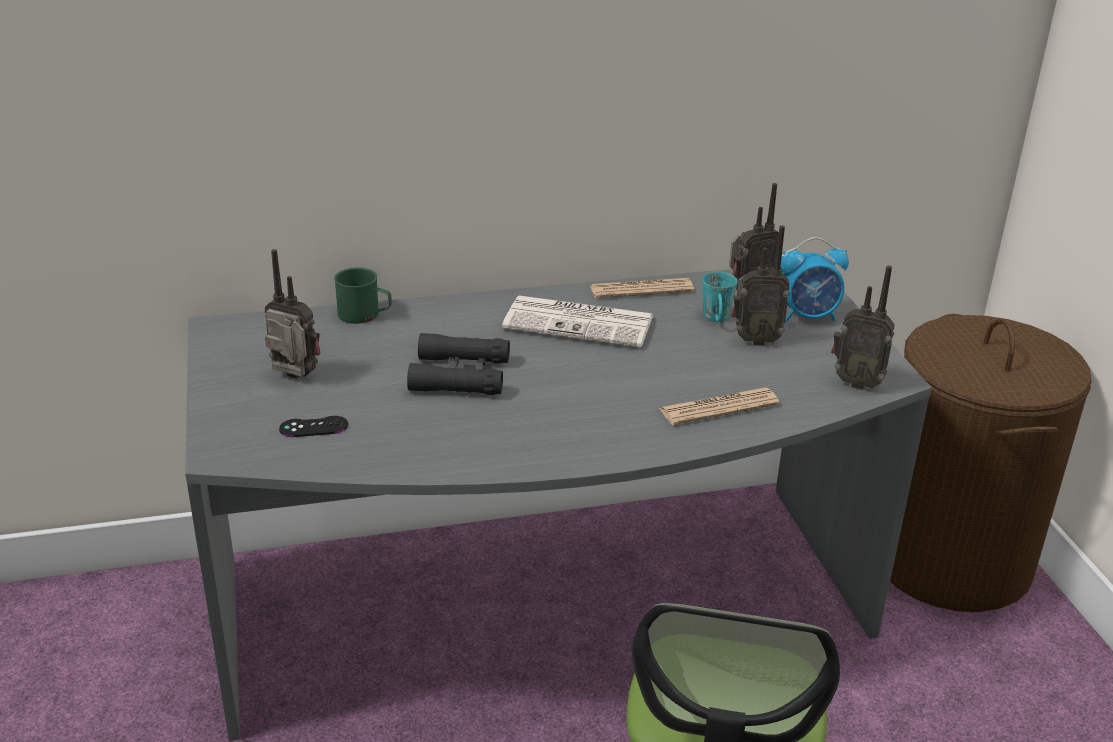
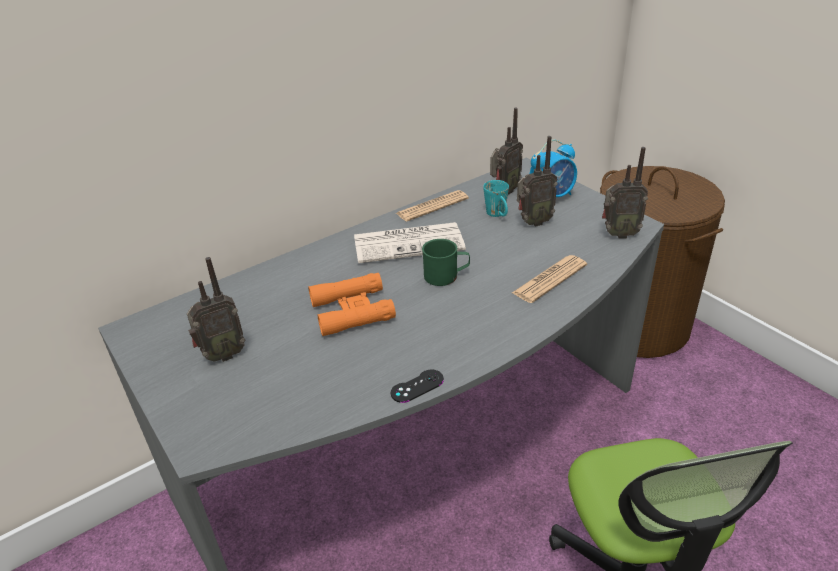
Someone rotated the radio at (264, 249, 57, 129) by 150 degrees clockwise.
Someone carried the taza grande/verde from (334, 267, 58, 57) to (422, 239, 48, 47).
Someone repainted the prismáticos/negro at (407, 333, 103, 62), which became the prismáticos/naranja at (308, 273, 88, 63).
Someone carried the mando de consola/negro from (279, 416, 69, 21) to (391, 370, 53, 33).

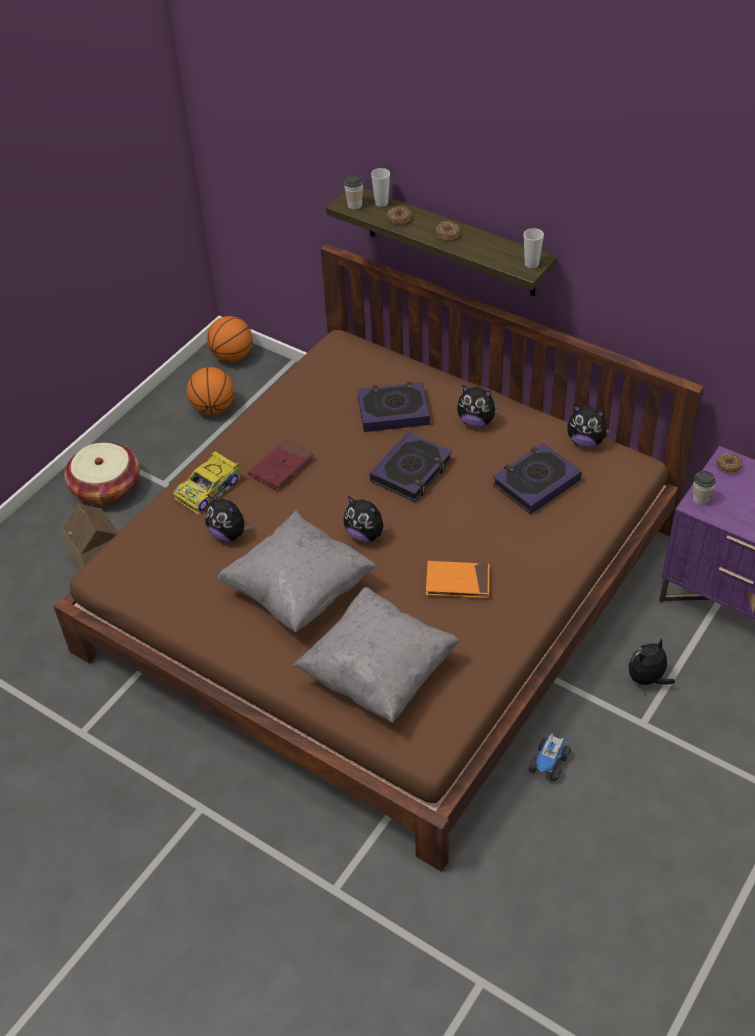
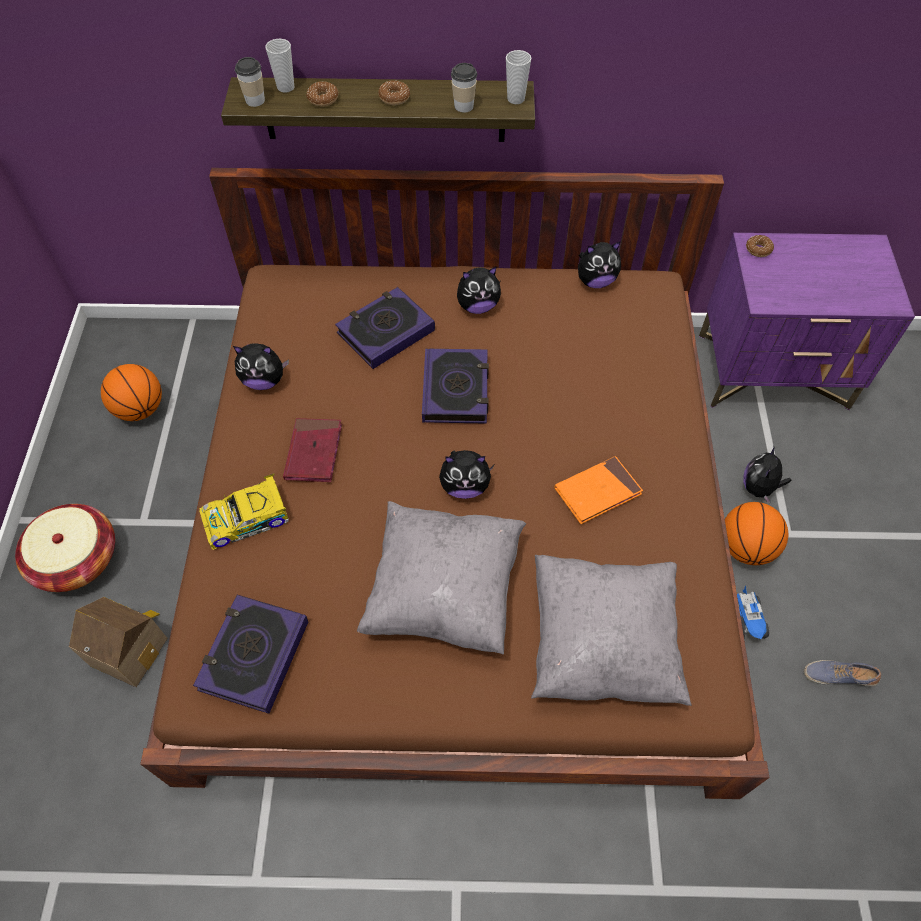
Someone carried the balón de baloncesto from (207, 316, 46, 46) to (725, 502, 63, 63).
Someone carried the libro from (492, 443, 90, 71) to (193, 595, 115, 119).
Someone rotated the coche de juguete at (173, 449, 67, 65) by 60 degrees clockwise.
Someone carried the taza from (693, 471, 23, 34) to (451, 63, 26, 50).
Someone carried the peluche from (206, 495, 46, 47) to (233, 343, 56, 47).
Someone put down the zapato at (804, 660, 77, 27).

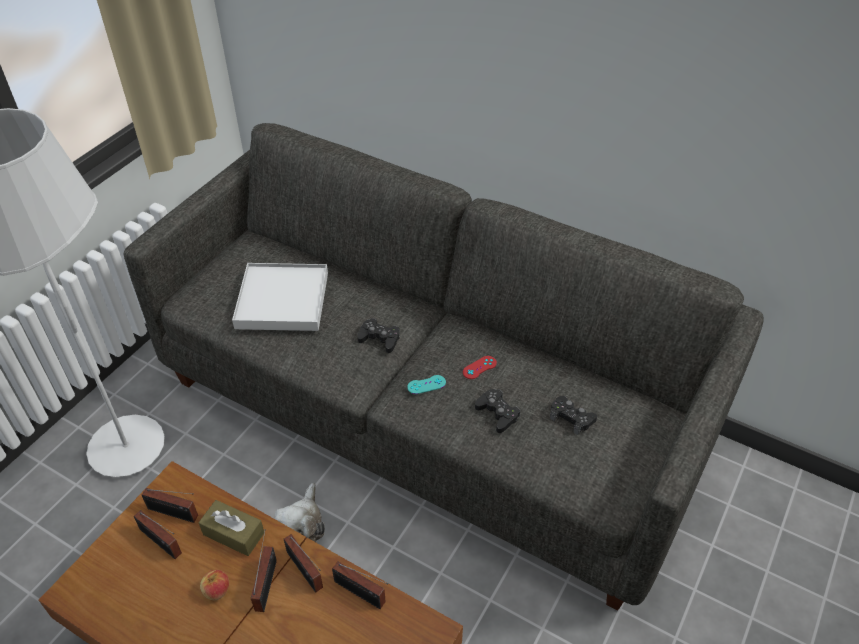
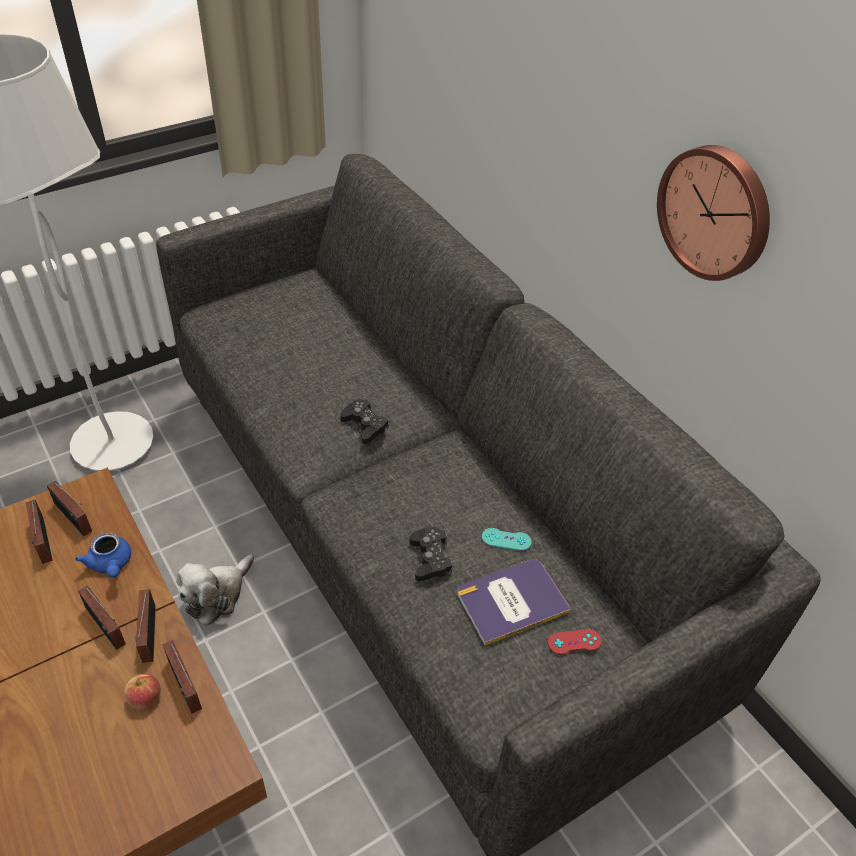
Someone took away the bandeja/blanco at (232, 263, 96, 68).
Someone carried the mando de consola/rojo from (463, 356, 34, 23) to (548, 629, 54, 26).
Someone carried the mando de consola/turquesa from (407, 375, 39, 19) to (482, 528, 50, 23).
Someone swapped the mando de consola/negro at (550, 396, 47, 39) for the libro at (457, 559, 114, 87).
Someone swapped the caja de pañuelos/marrón at (198, 500, 66, 56) for the tetera/azul at (75, 533, 56, 45).
Someone rotated the radio at (251, 529, 26, 83) by 105 degrees clockwise.
Someone carried the manzana from (200, 570, 29, 30) to (125, 673, 36, 37).
Someone put up the reloj de pared at (657, 145, 113, 136).

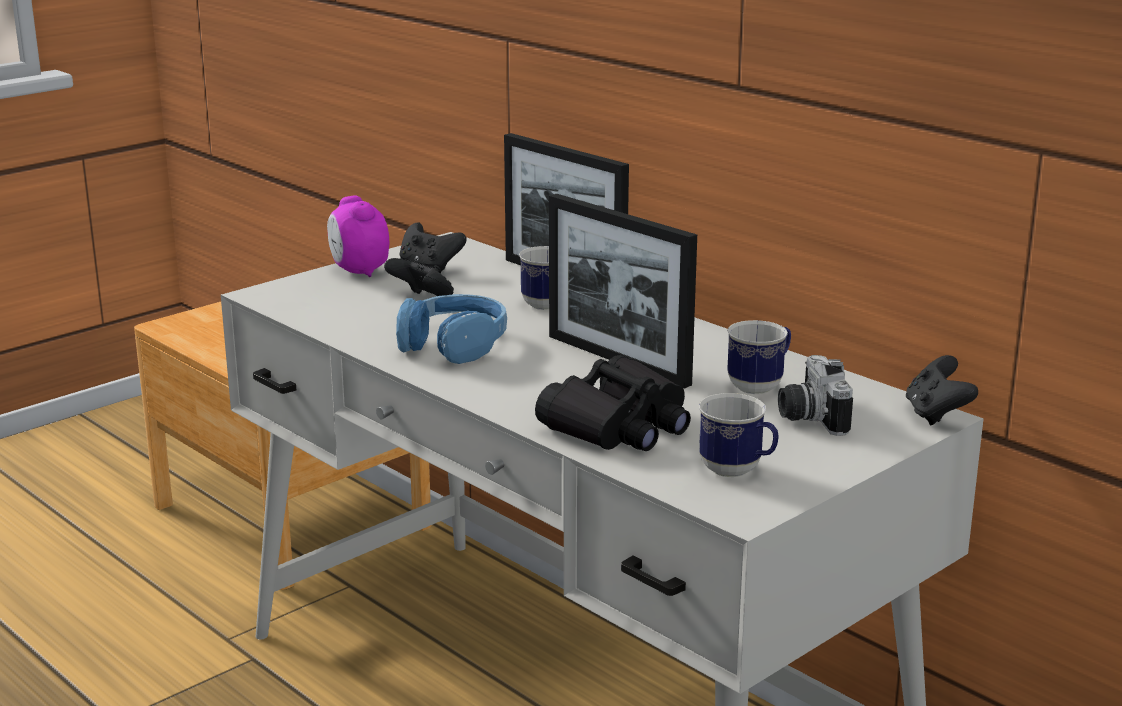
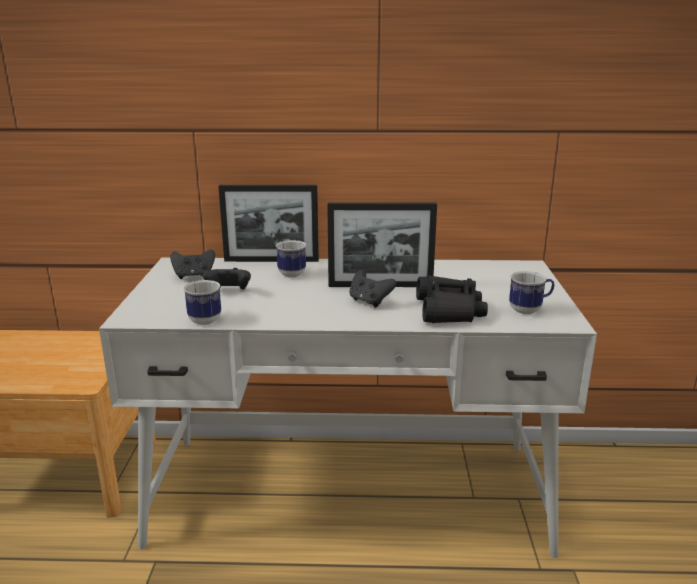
Someone took away the despertador at (327, 196, 62, 81).
Someone took away the auriculares/azul at (396, 294, 111, 70).
Someone carried the taza grande from (727, 320, 64, 74) to (183, 280, 38, 45).
Someone took away the cámara at (778, 355, 75, 81).
Someone carried the mando de consola/negro from (906, 355, 72, 70) to (349, 270, 47, 37).

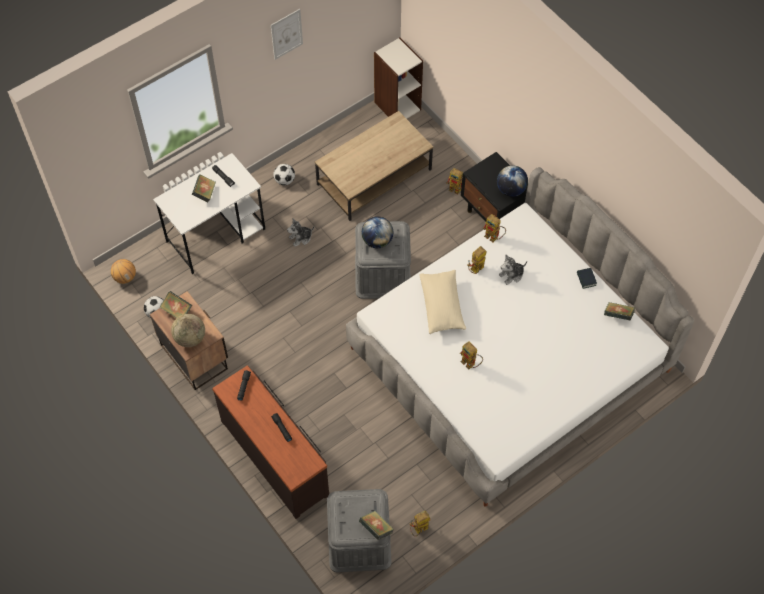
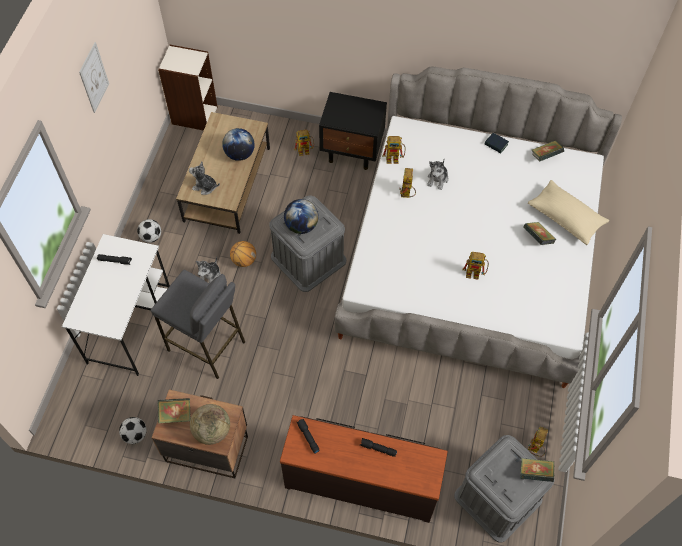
Someone carried the globo terráqueo from (497, 165, 31, 32) to (222, 128, 33, 33).
Someone carried the libro from (192, 174, 24, 28) to (523, 222, 33, 23).
Someone carried the balón de baloncesto from (111, 259, 25, 25) to (230, 241, 26, 26).
Someone carried the cojín/beis from (419, 270, 47, 64) to (528, 180, 82, 65).
Someone put down the peluche at (189, 162, 31, 33).
Someone put down the taburete/gris at (151, 270, 94, 109).

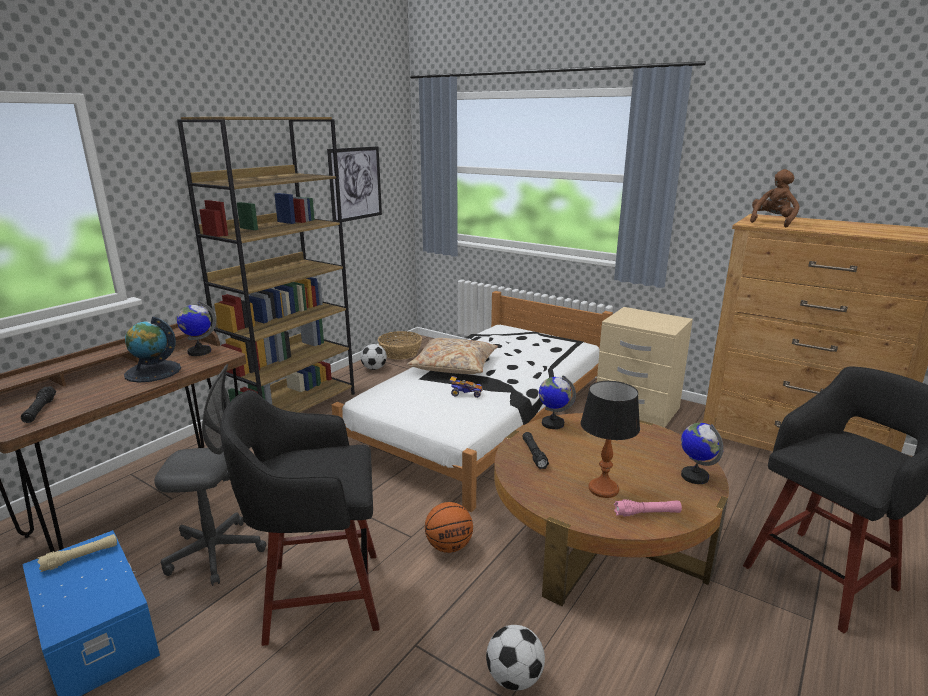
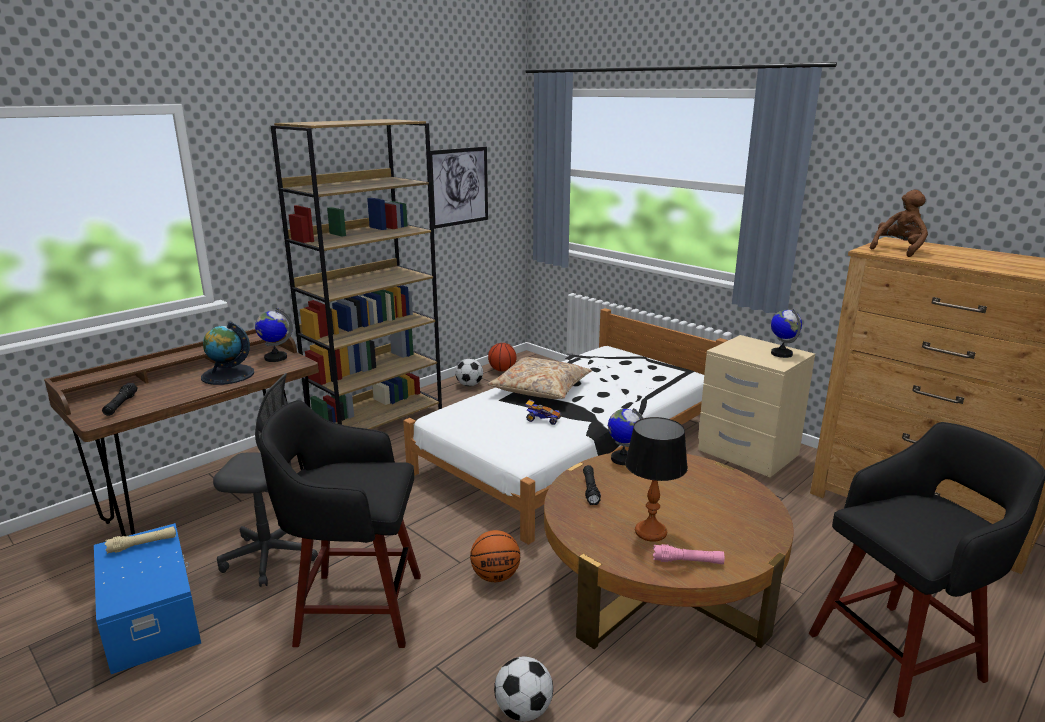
Someone swapped the cesta at (378, 331, 44, 29) for the balón de baloncesto at (488, 343, 28, 28).
Someone carried the globo terráqueo from (681, 423, 42, 61) to (771, 309, 31, 49).

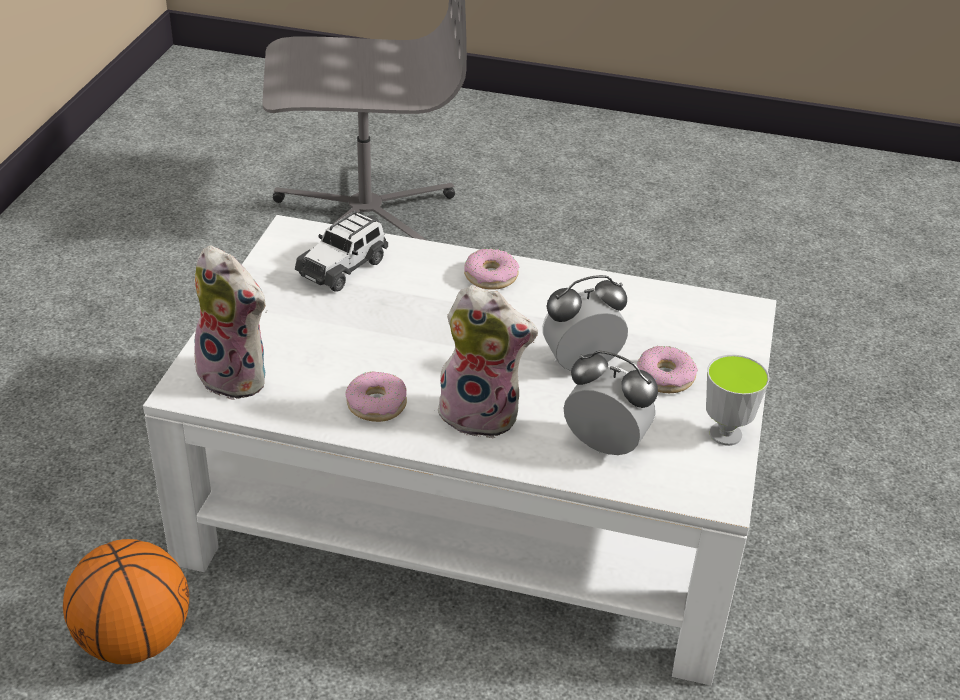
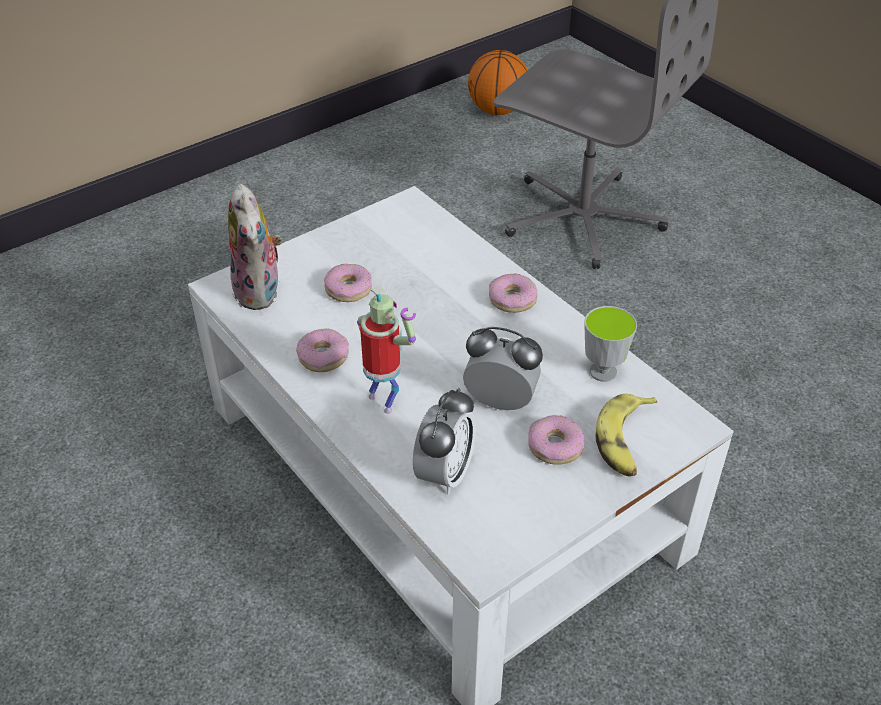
Someone took away the coche de juguete at (295, 211, 93, 81).
Someone swapped the peluche at (438, 285, 100, 154) for the robot de juguete at (357, 285, 59, 129).
Someone rotated the despertador at (564, 351, 94, 104) by 45 degrees clockwise.
Someone carried the taza from (706, 355, 64, 91) to (584, 306, 53, 76).
Someone carried the balón de baloncesto from (63, 539, 126, 125) to (468, 50, 60, 65).
Someone put down the rosquilla at (324, 264, 48, 38).
Someone put down the plátano at (596, 394, 61, 83).

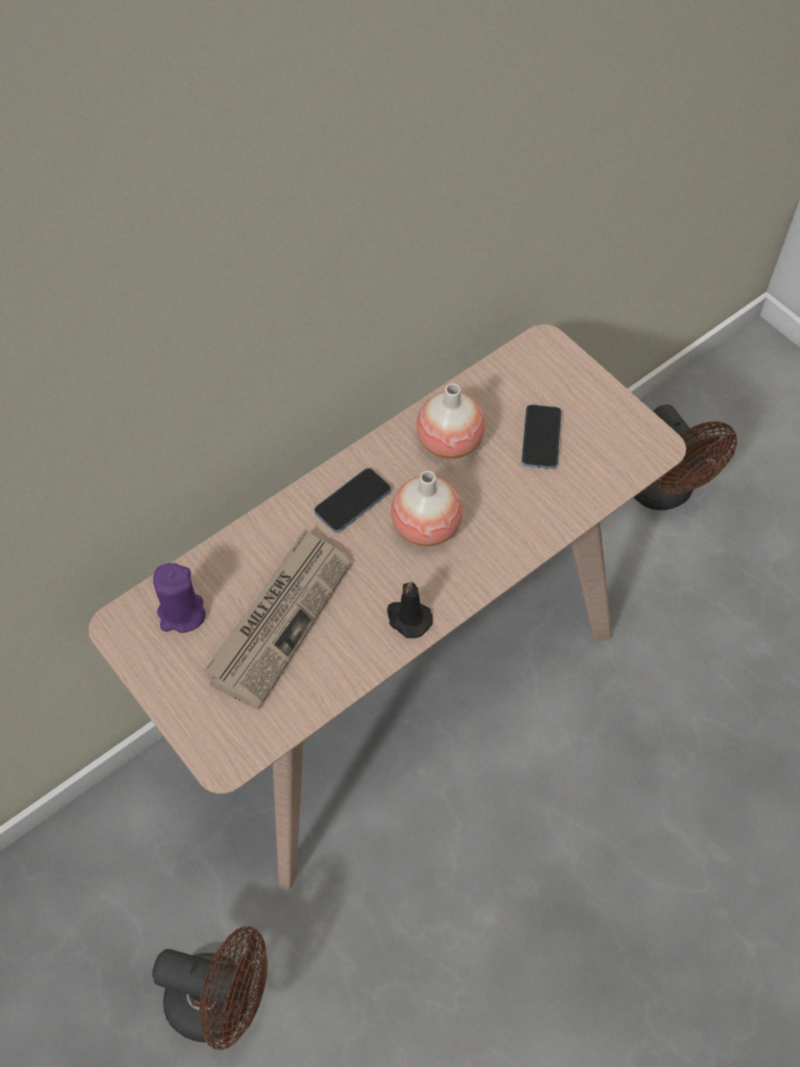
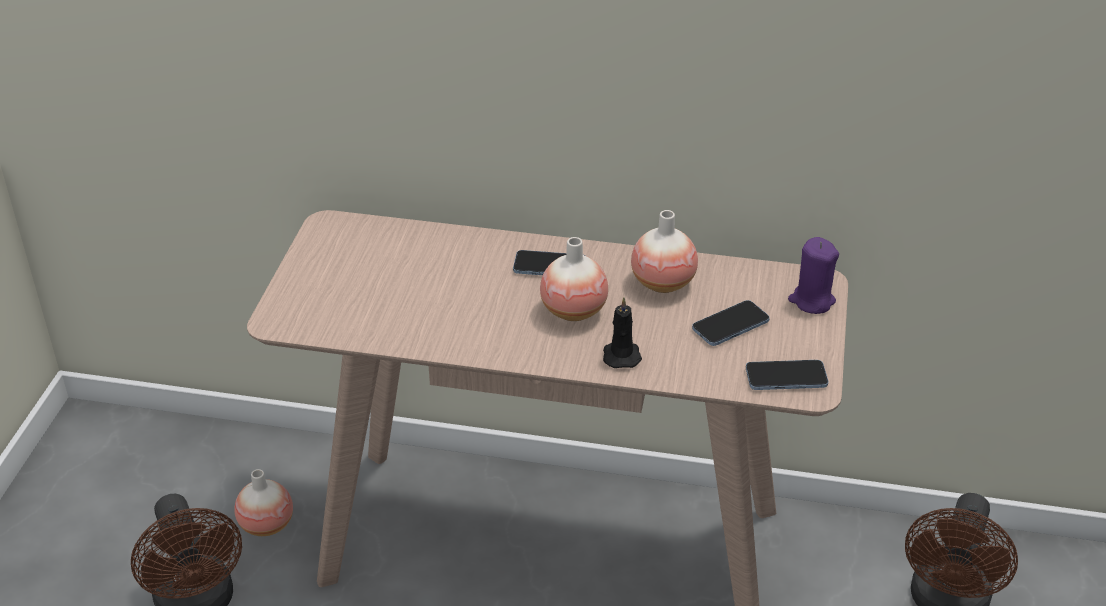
Someone took away the periódico at (204, 529, 147, 181).
Someone carried the vela/morado from (153, 563, 53, 70) to (788, 237, 51, 77).
Someone carried the vela/negro from (387, 581, 46, 57) to (603, 297, 39, 71).
Someone put down the móvil at (746, 360, 82, 30).
Someone put down the florero at (234, 469, 59, 67).

